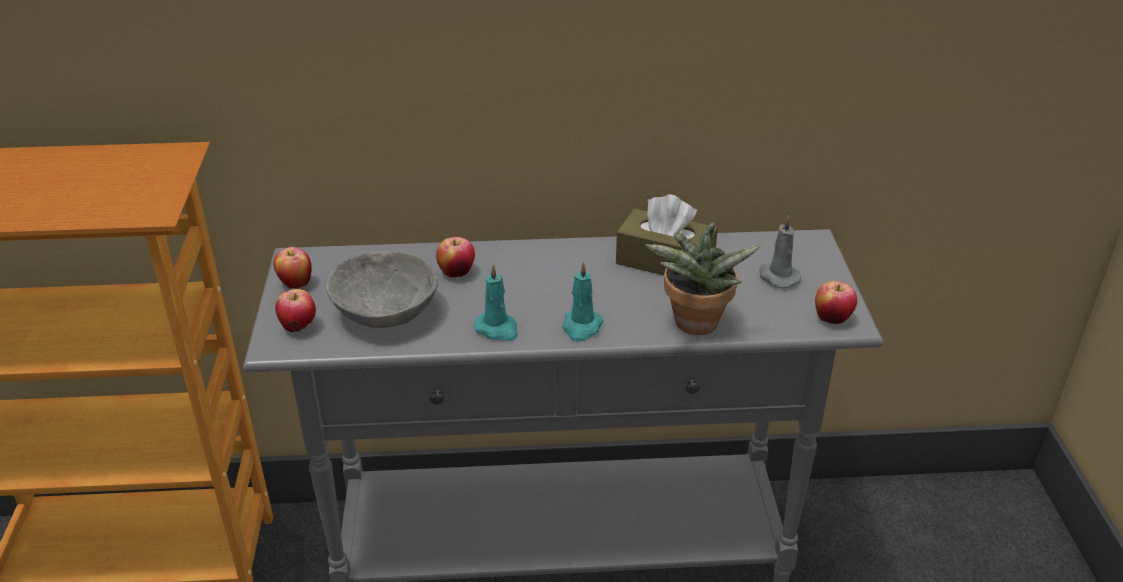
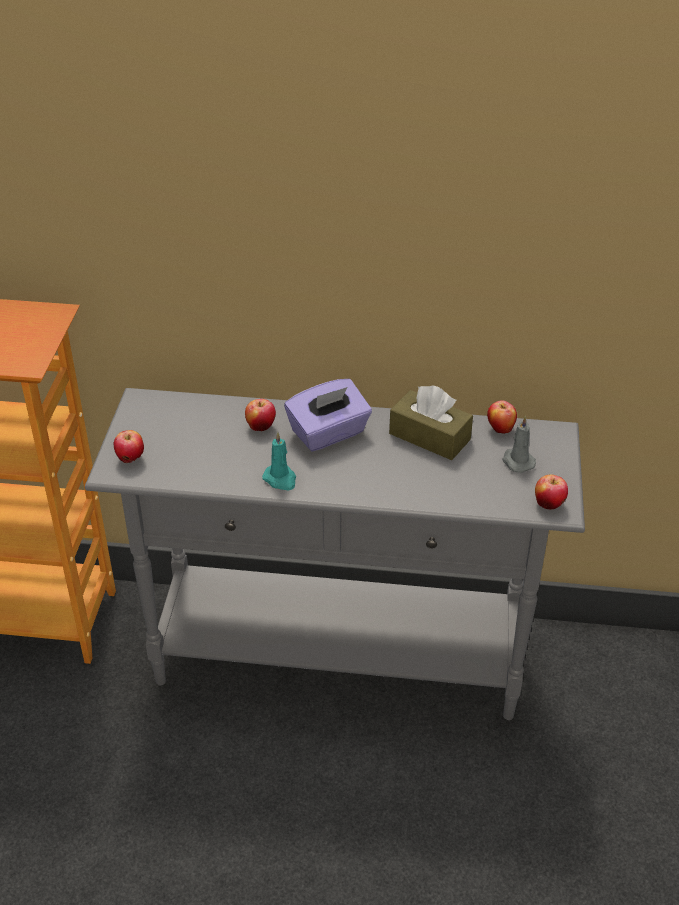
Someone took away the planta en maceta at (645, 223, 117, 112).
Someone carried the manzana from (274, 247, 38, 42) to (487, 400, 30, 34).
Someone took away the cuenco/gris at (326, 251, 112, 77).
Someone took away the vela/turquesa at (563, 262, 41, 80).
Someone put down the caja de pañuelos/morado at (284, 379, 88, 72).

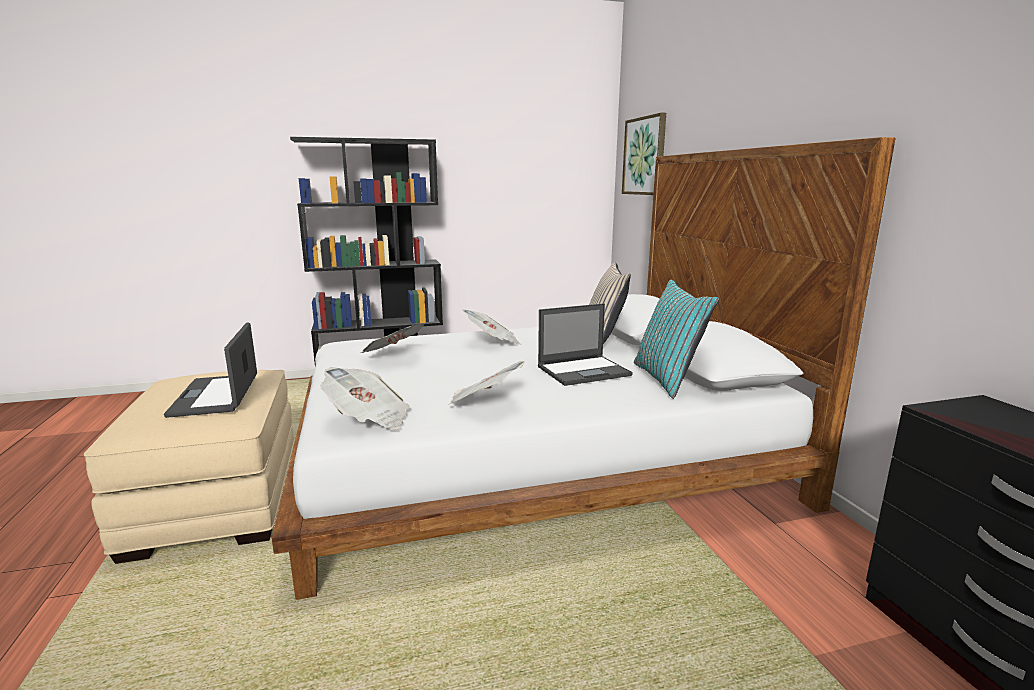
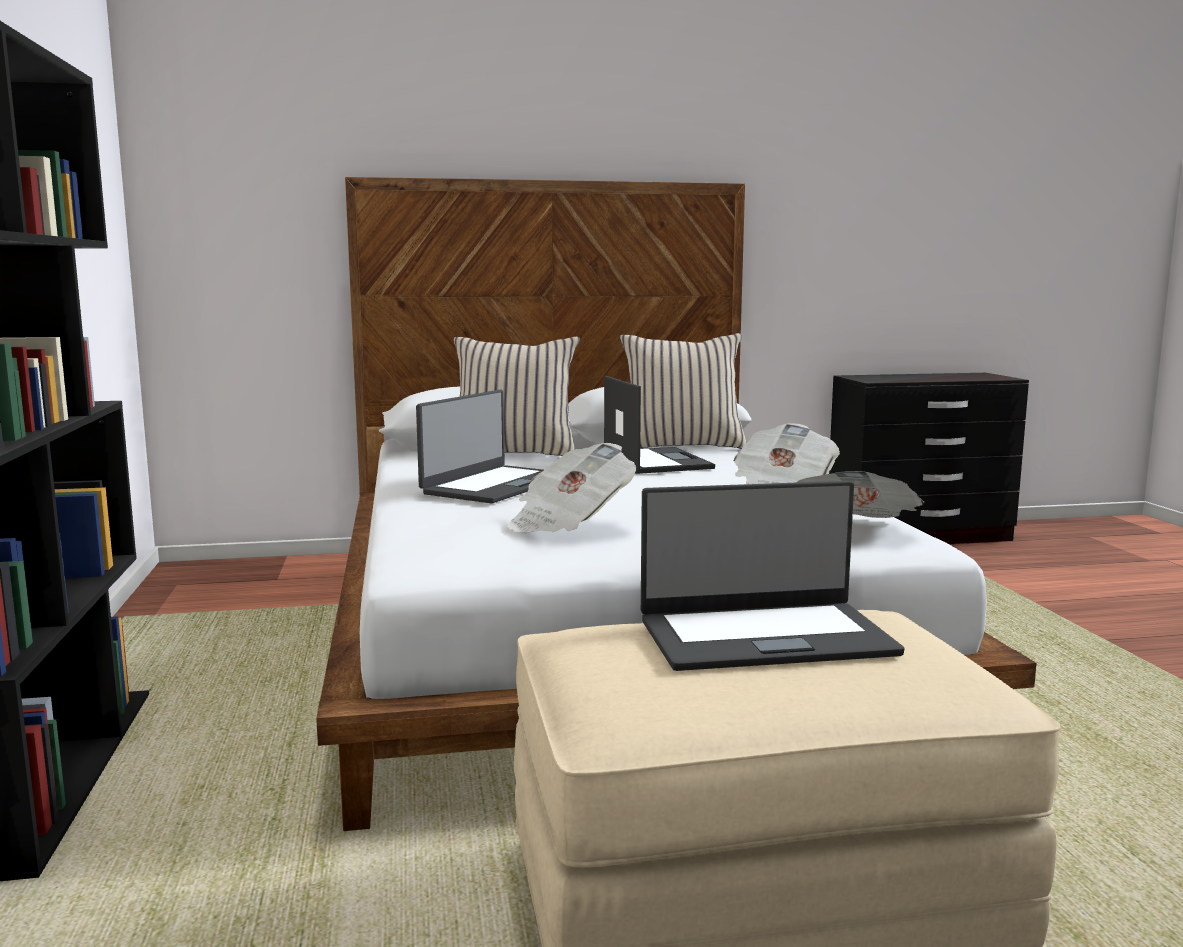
Someone took away the cuadro at (622, 112, 44, 83).
Someone repainted the cojín/turquesa at (634, 280, 85, 119), which became the cojín/beis at (620, 333, 127, 116).
Someone swapped the periódico at (462, 309, 59, 36) for the portátil at (416, 390, 127, 114).

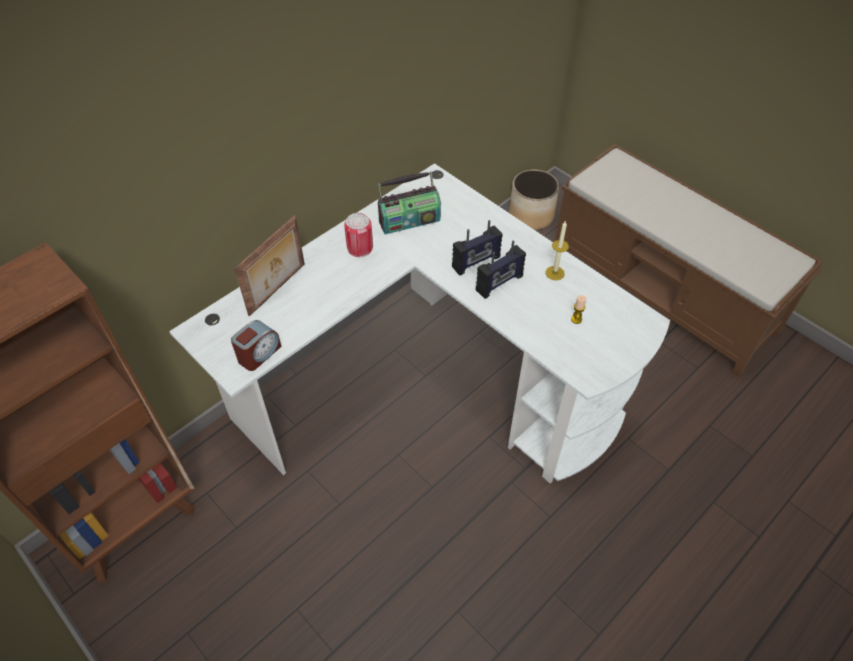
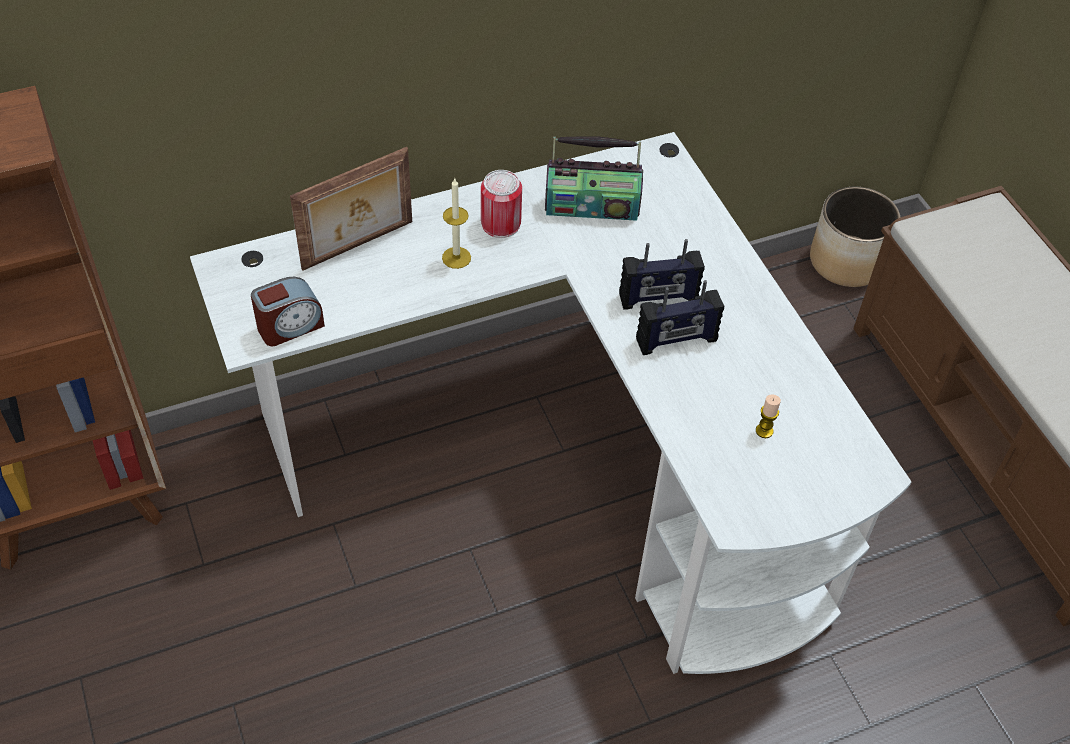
Someone carried the vela from (545, 221, 24, 59) to (442, 179, 29, 90).

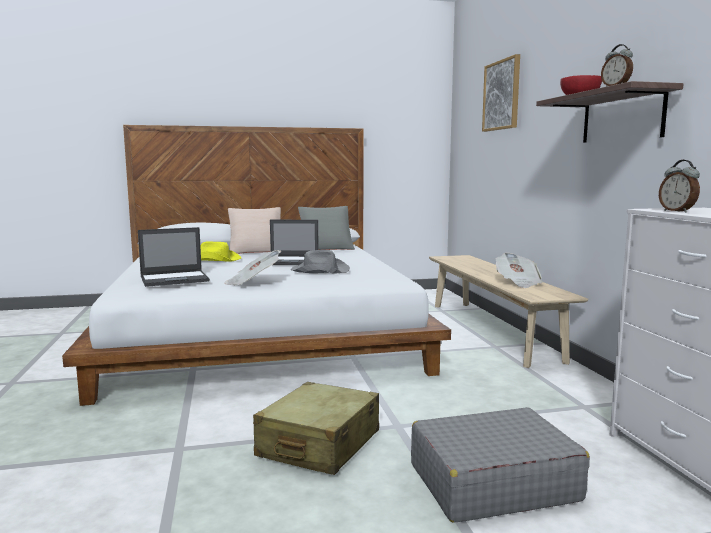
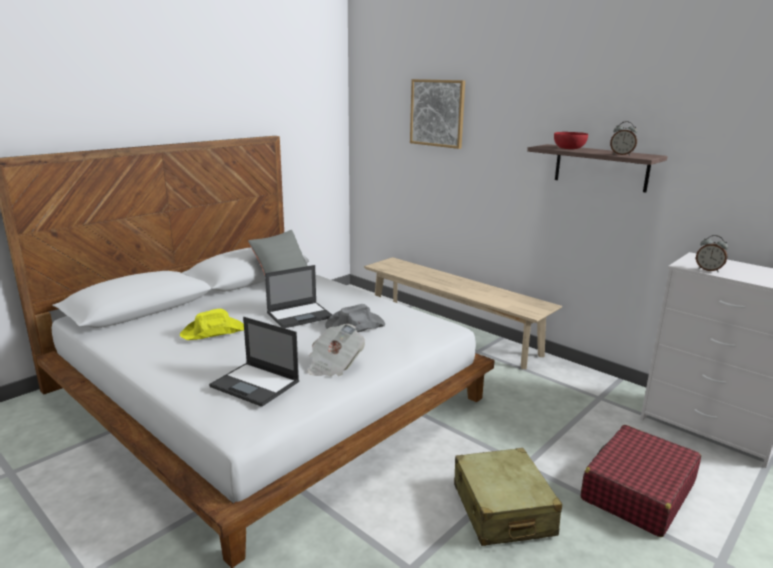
Someone took away the cojín/beis at (228, 207, 53, 47).
Someone rotated the portátil at (138, 227, 72, 60) by 90 degrees clockwise.
Someone took away the periódico at (495, 253, 48, 35).
Someone repainted the maleta/gris at (411, 407, 179, 116), which became the maleta/rojo at (581, 425, 120, 112).

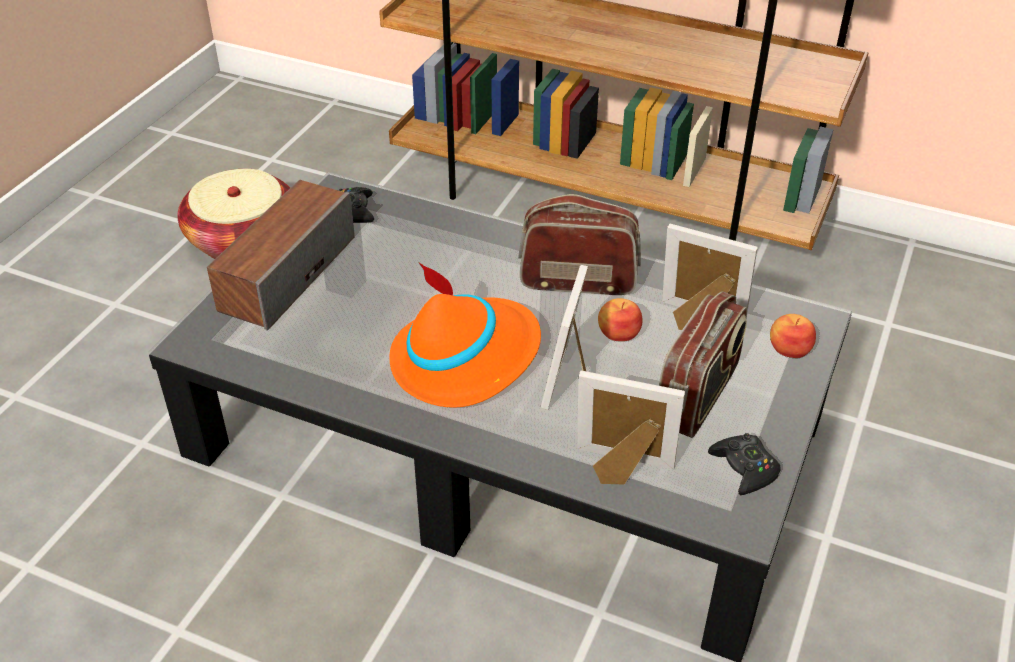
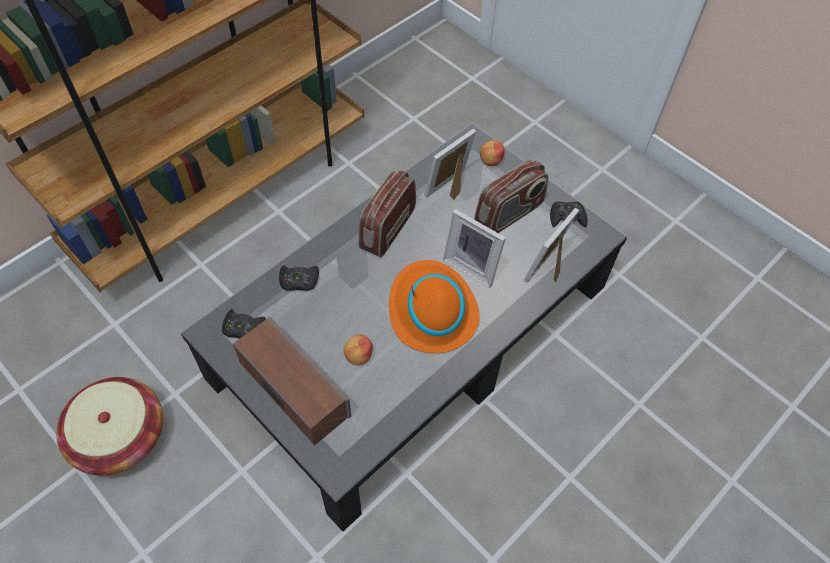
Someone rotated the radio at (659, 291, 88, 147) by 90 degrees clockwise.
Someone carried the manzana from (598, 298, 45, 43) to (343, 334, 30, 31).
Someone put down the mando de consola/negro at (279, 266, 40, 25).

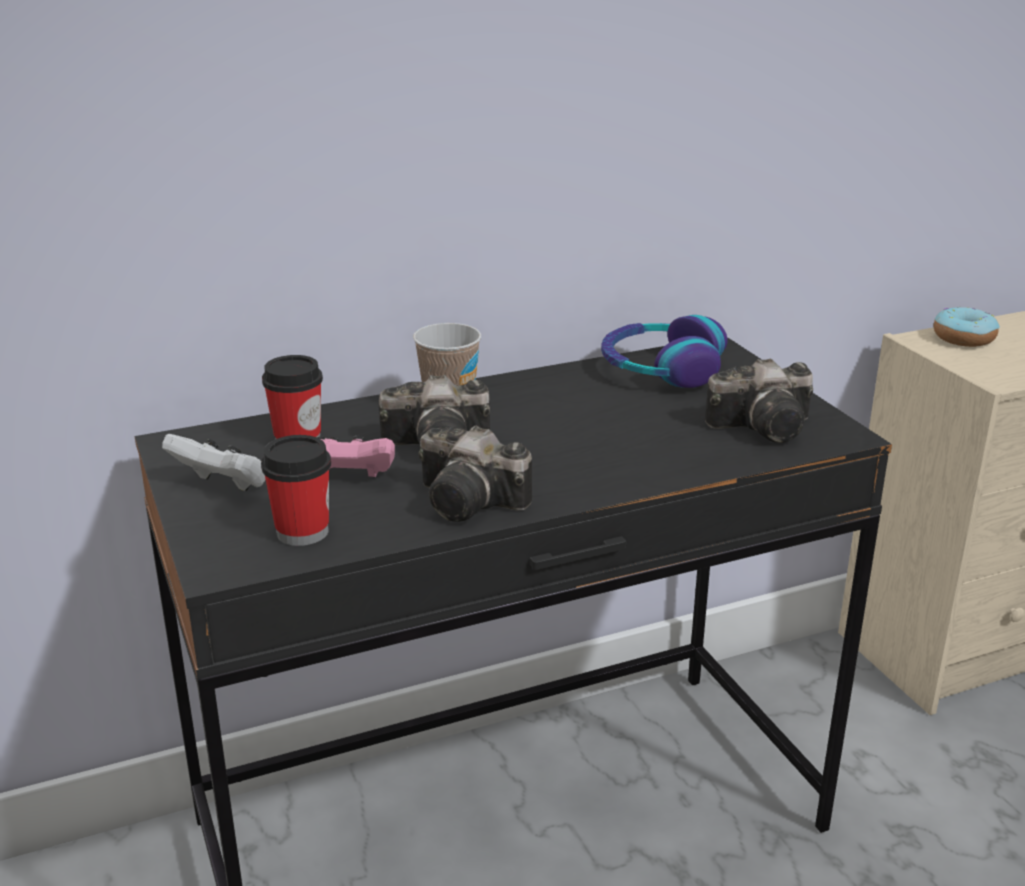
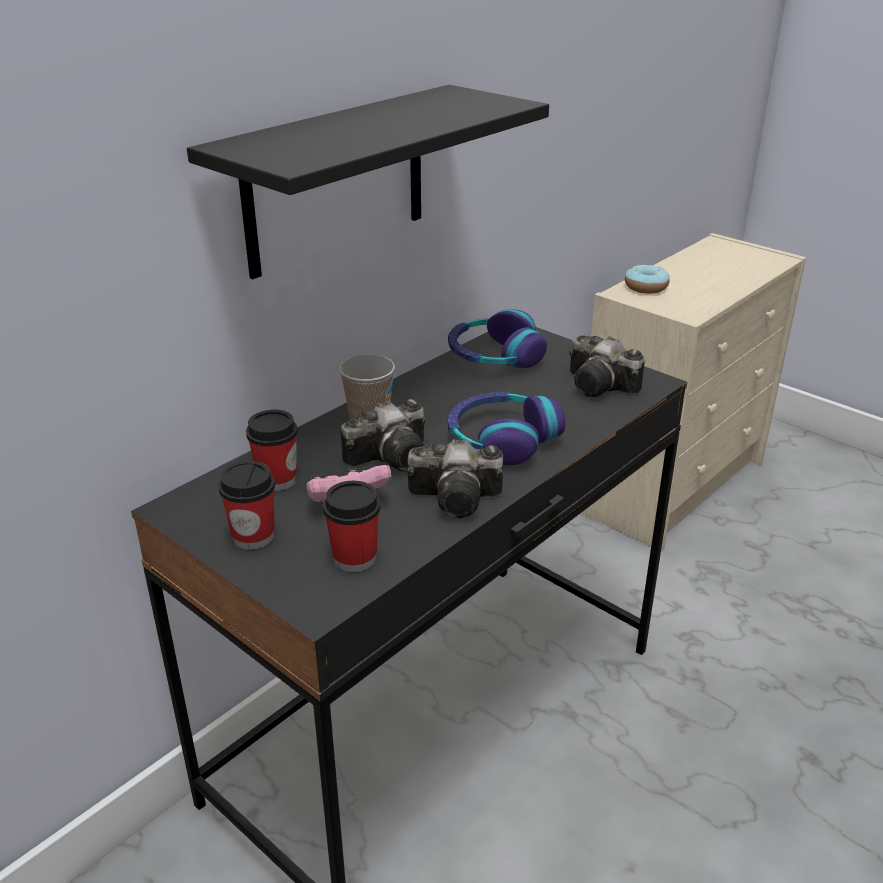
Someone rotated the cámara at (705, 359, 108, 84) by 75 degrees clockwise.
Someone swapped the mando de consola/blanco at (162, 434, 104, 57) for the taza at (218, 461, 57, 89).
Someone put up the estante/negro at (187, 85, 362, 194).
Someone put down the auriculares at (448, 392, 117, 73).

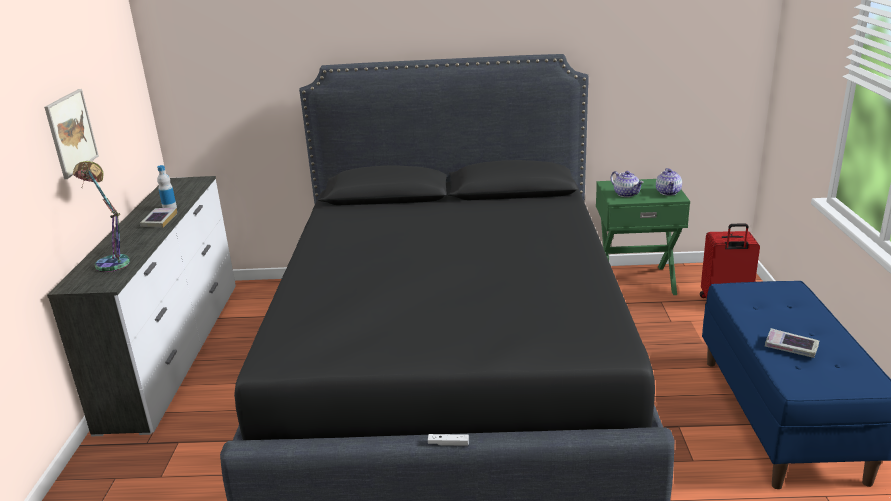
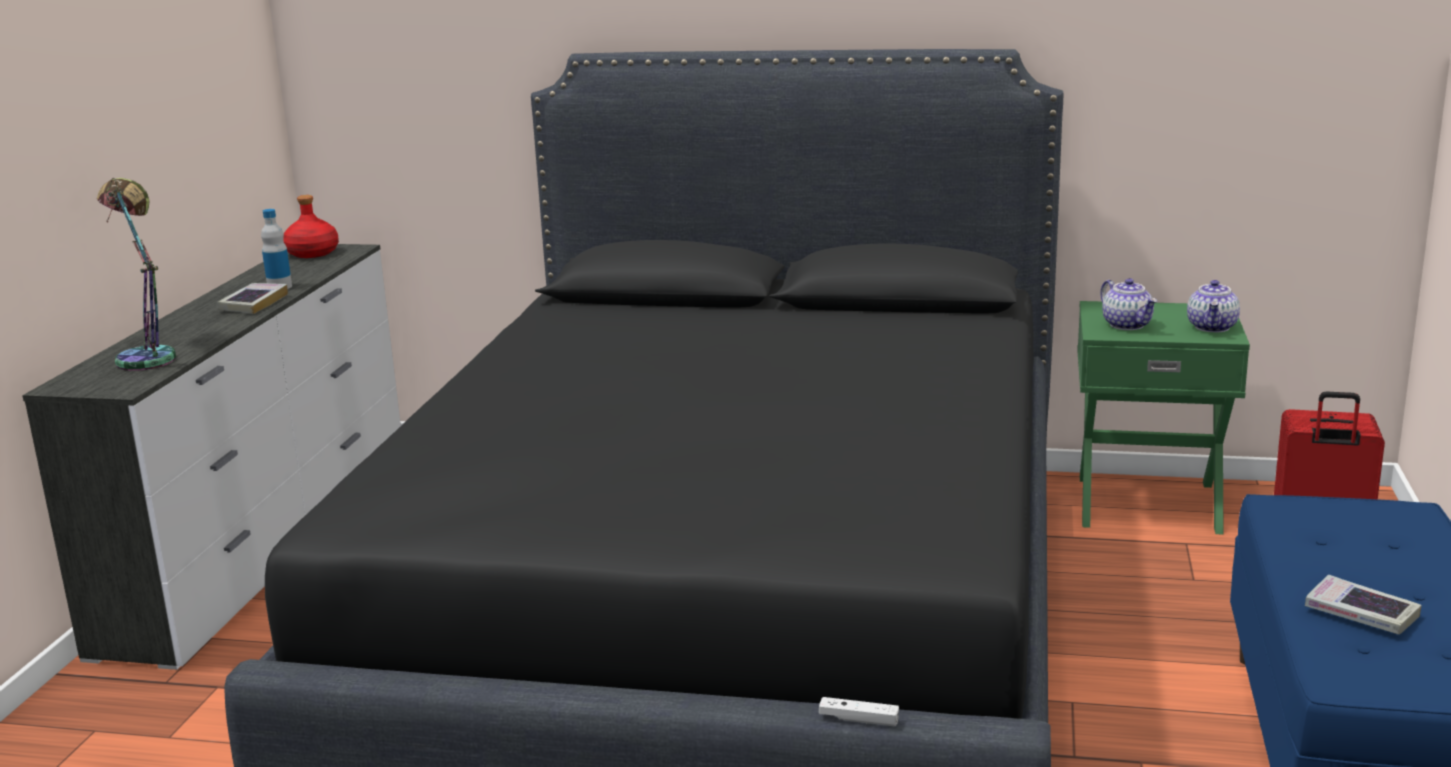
Someone took away the cuadro at (44, 89, 55, 90).
Someone carried the mando de consola/blanco from (428, 434, 41, 12) to (819, 697, 80, 29).
Someone put down the botella/rojo at (283, 195, 56, 63).

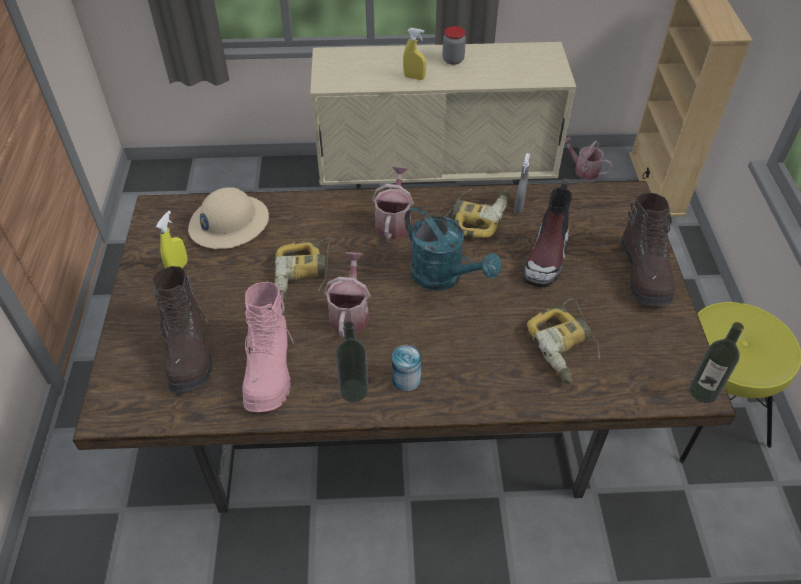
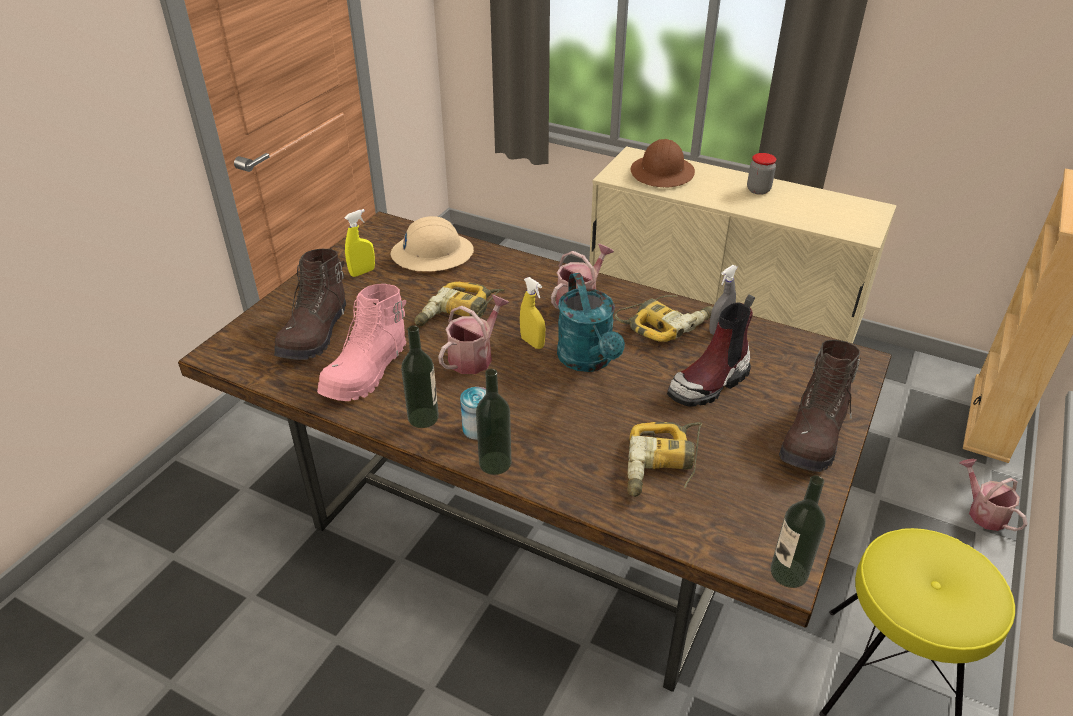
Someone carried the pulverizador/amarillo from (403, 28, 23, 52) to (520, 277, 25, 72).
Someone carried the regadera from (565, 137, 48, 43) to (960, 459, 68, 72).
Someone put down the casco/marrón at (631, 139, 64, 48).
Someone put down the botella at (476, 369, 36, 106).

